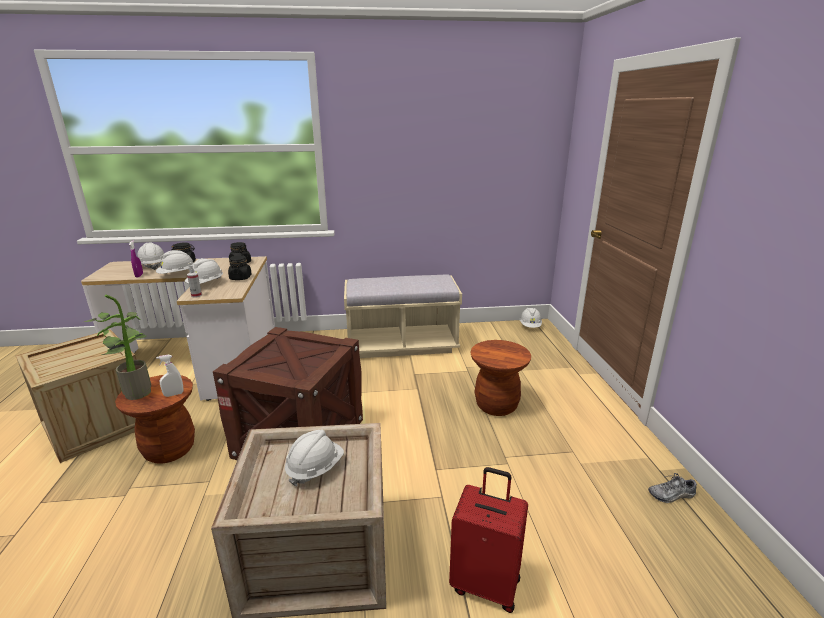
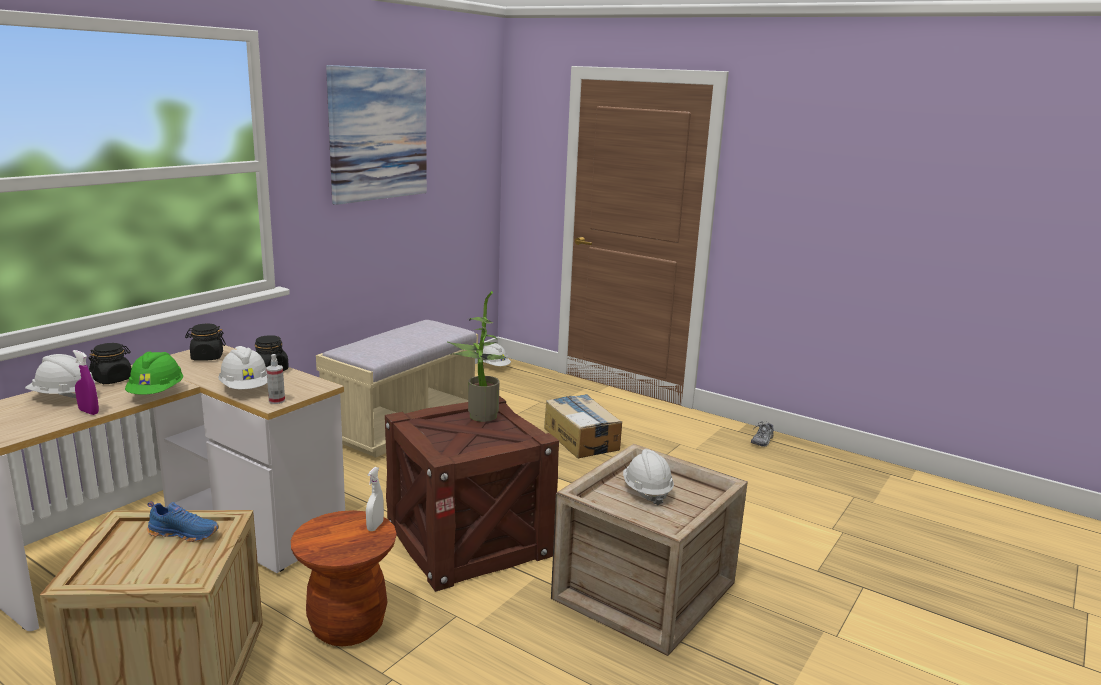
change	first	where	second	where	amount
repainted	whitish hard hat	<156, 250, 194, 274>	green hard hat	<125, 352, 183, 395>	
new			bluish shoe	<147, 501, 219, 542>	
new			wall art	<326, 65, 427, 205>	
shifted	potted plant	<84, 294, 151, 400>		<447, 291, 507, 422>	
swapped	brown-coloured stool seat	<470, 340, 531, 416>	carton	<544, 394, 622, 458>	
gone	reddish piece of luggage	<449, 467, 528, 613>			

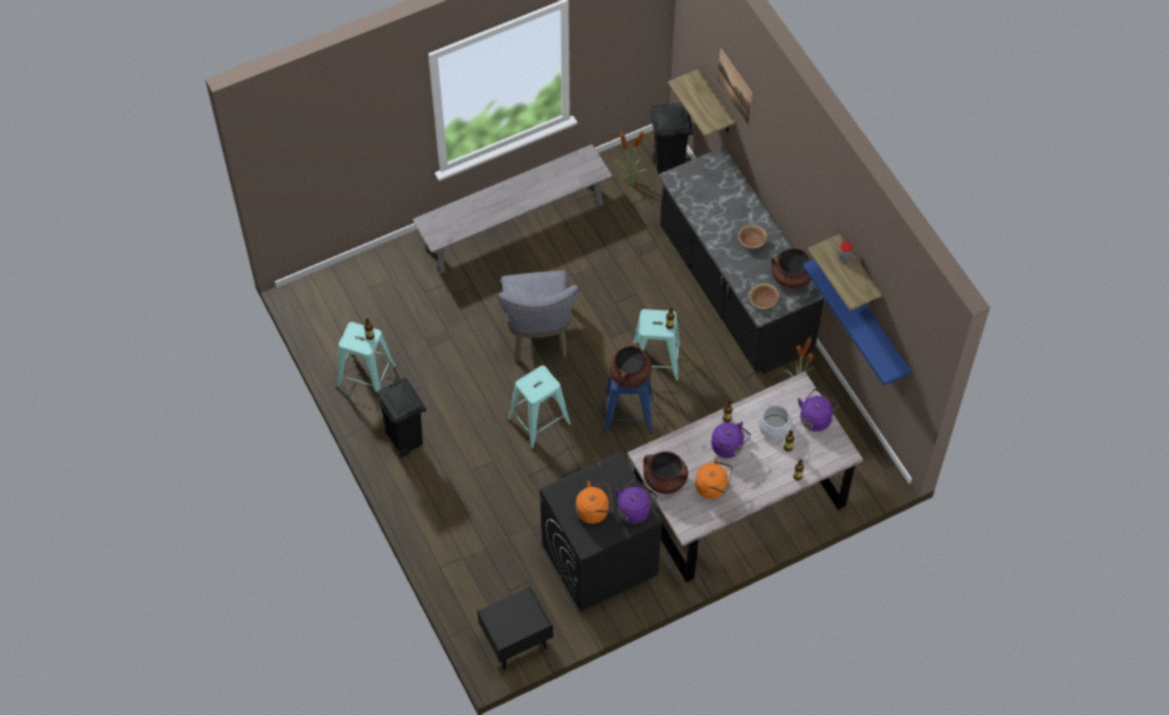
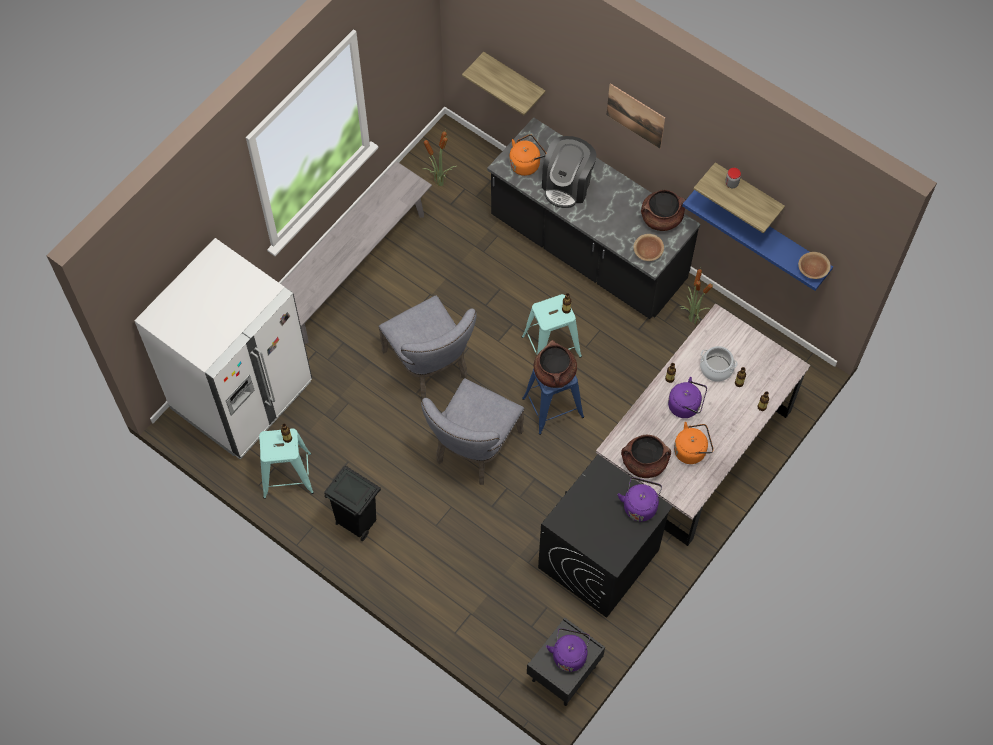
change	first	where	second	where	amount
new			whitish refrigerator	<134, 238, 312, 459>	
swapped	turquoise-coloured stool seat	<507, 366, 571, 449>	gray plain chair	<421, 378, 524, 485>	
shifted	orange kettle	<576, 481, 613, 524>		<509, 134, 546, 176>	
new			coffee machine	<542, 136, 597, 208>	
shifted	purple-coloured kettle	<798, 389, 839, 432>		<546, 628, 590, 672>	
shifted	wall art	<718, 49, 753, 125>		<607, 83, 665, 149>	
shifted	brown-coloured bowl	<738, 225, 767, 248>		<798, 252, 831, 279>	
gone	black trash can	<650, 103, 693, 174>			

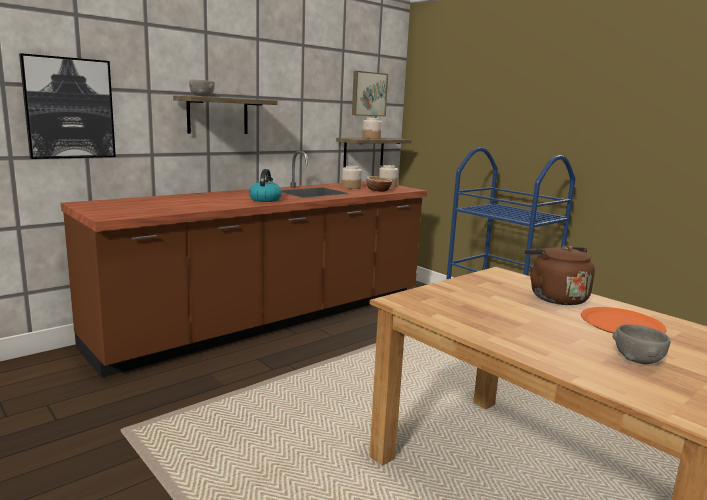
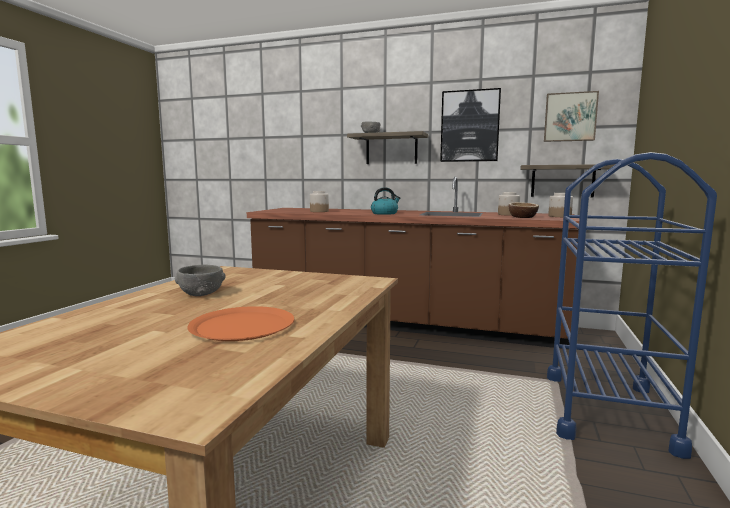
change	first	where	second	where	amount
shifted	gray bowl	<613, 324, 671, 364>		<175, 265, 226, 296>	
shifted	storage jar	<362, 118, 382, 139>		<310, 191, 329, 212>	
shifted	wall art	<19, 53, 116, 159>		<440, 88, 501, 162>	
gone	brown-coloured kettle	<524, 245, 595, 305>			

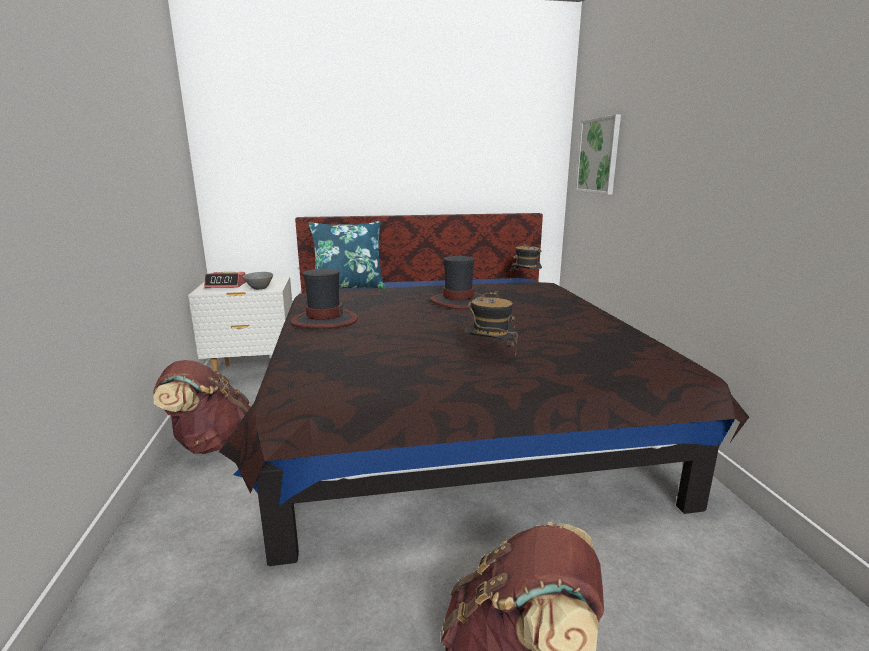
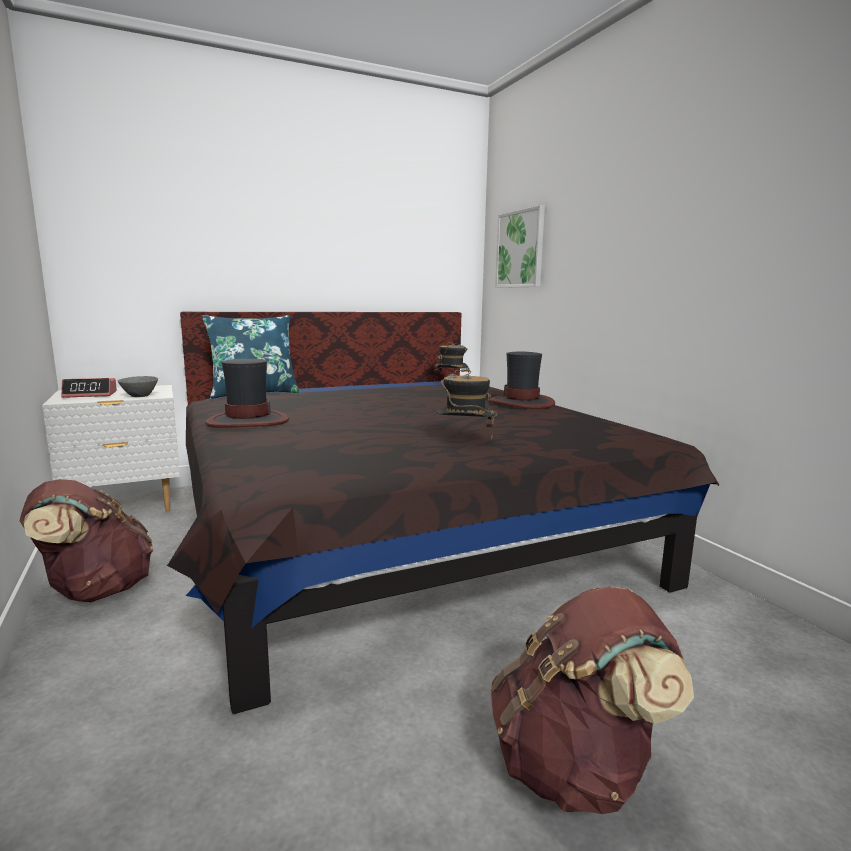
change	first	where	second	where	amount
shifted	wearable hat	<430, 256, 486, 309>		<489, 351, 555, 409>	

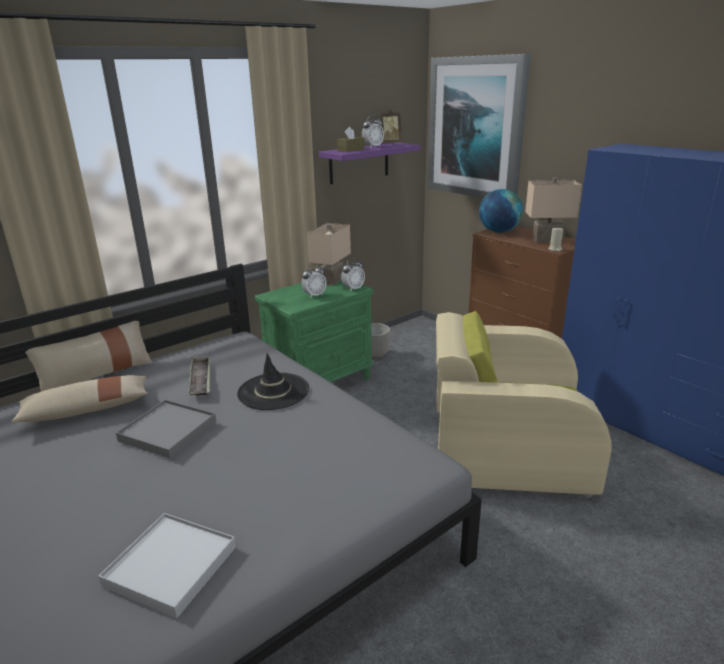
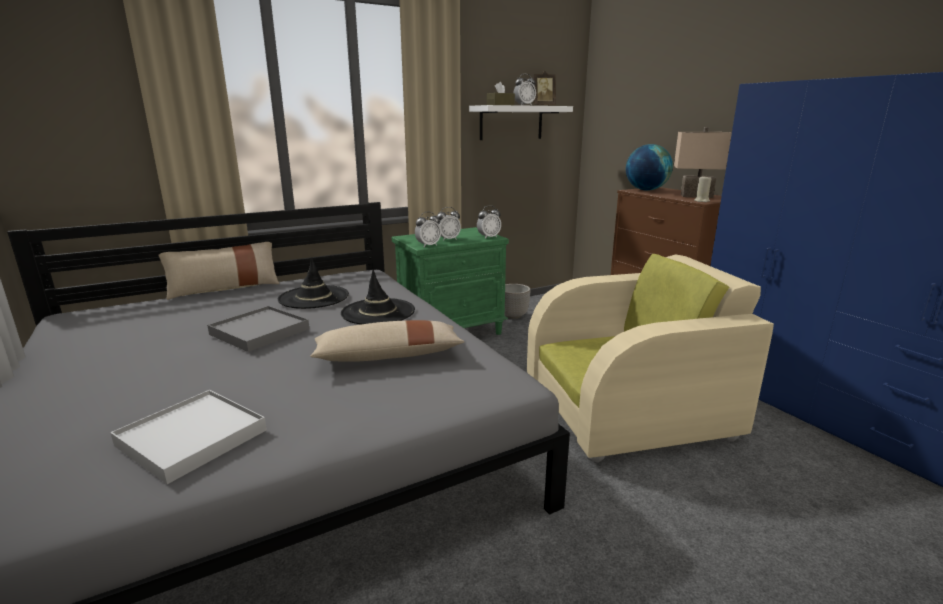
change	first	where	second	where	amount
swapped	carrying tray	<188, 356, 210, 396>	black wearable hat	<278, 257, 349, 309>	
shifted	beige throw pillow	<11, 375, 148, 422>		<310, 320, 465, 361>	
new			bedside clock	<415, 212, 441, 247>	
repainted	purple-coloured shelf	<319, 143, 420, 184>	whitish shelf	<469, 105, 573, 140>	
rotated	beige lounge chair	<436, 311, 612, 499>		<527, 254, 774, 463>	150 degrees clockwise
gone	beige tabletop lamp	<307, 223, 351, 286>			
gone	wall art	<427, 54, 531, 198>			

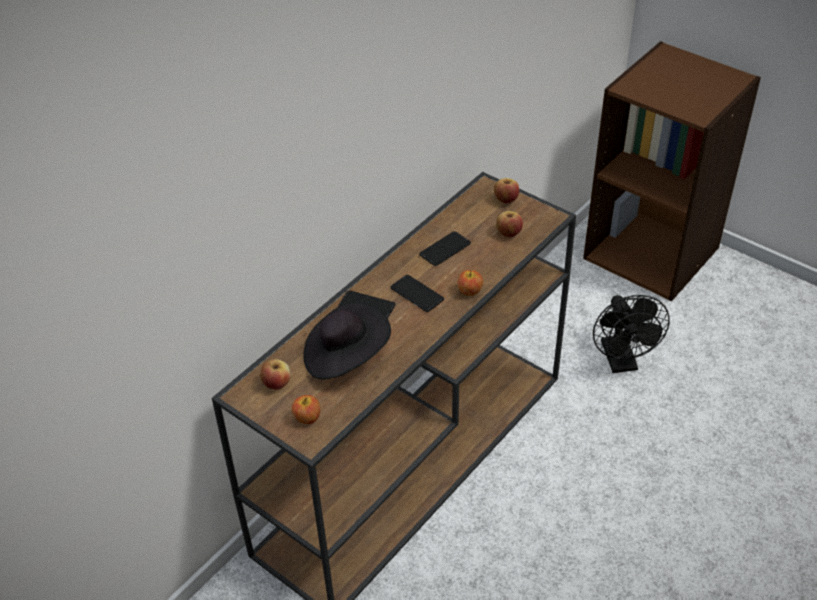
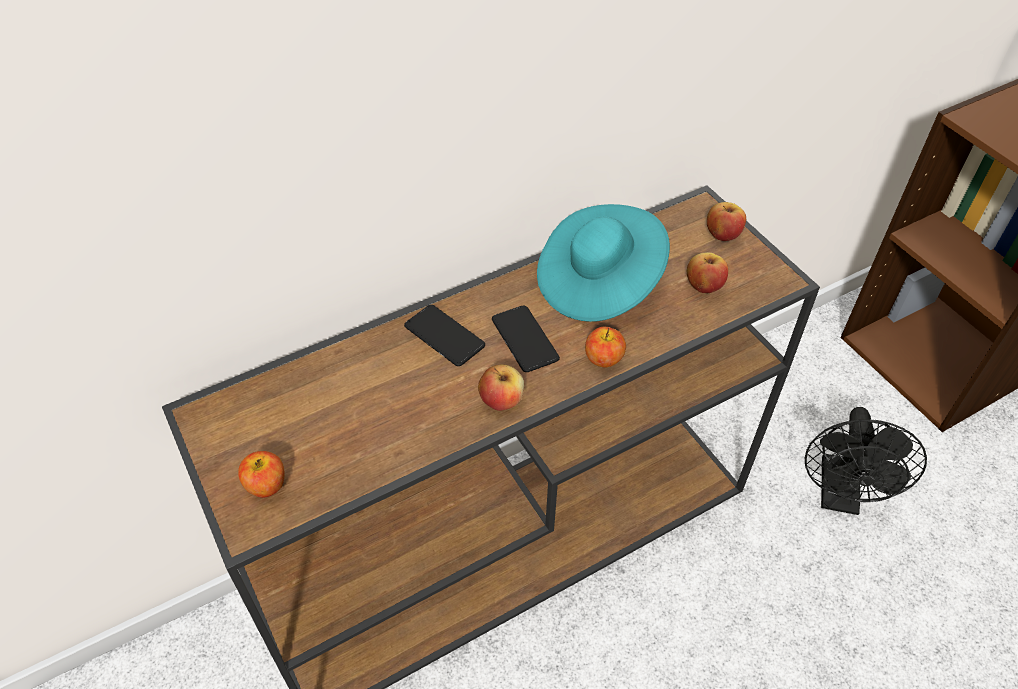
change	first	where	second	where	amount
shifted	apple	<260, 359, 291, 390>		<478, 365, 524, 411>	
swapped	handset	<419, 231, 471, 266>	turquoise-coloured wearable hat	<537, 204, 670, 322>	
gone	black wearable hat	<304, 302, 391, 379>			

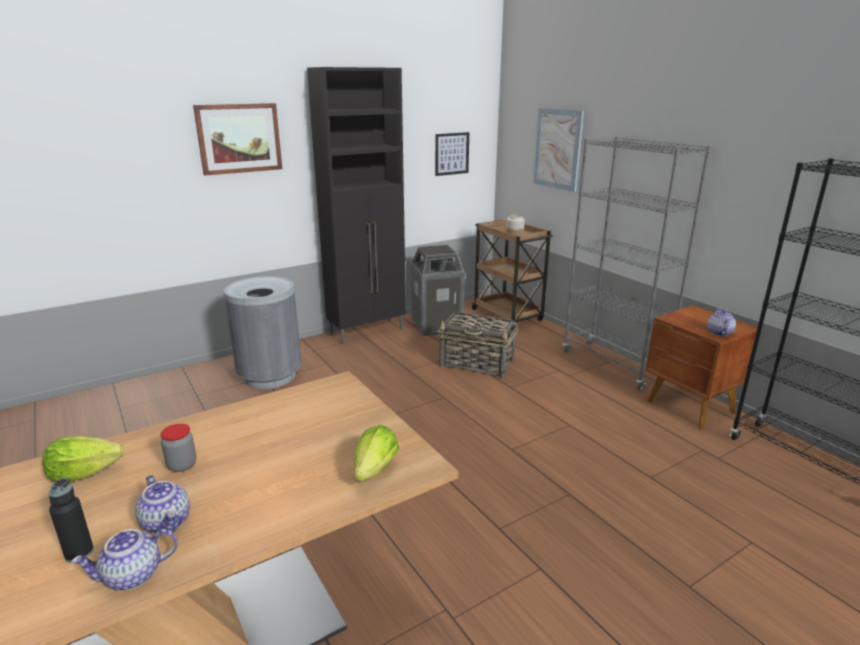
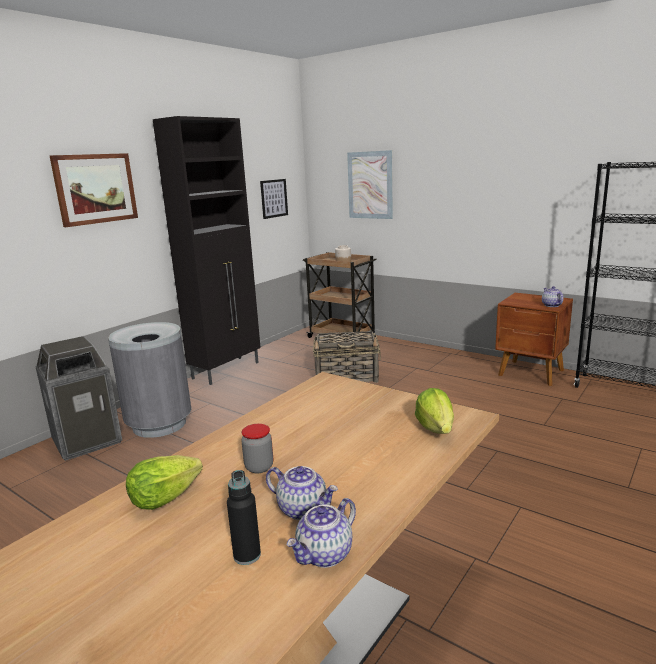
change	first	where	second	where	amount
shifted	trash can	<411, 245, 465, 336>		<36, 336, 122, 461>	
gone	gray bookcase	<563, 136, 711, 390>			

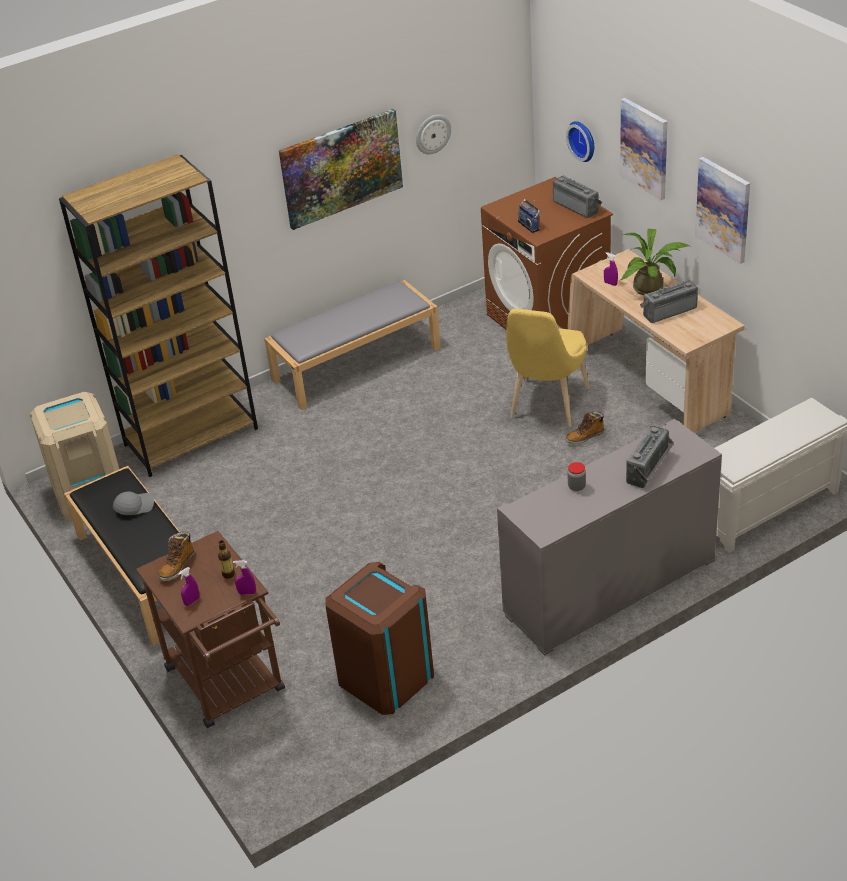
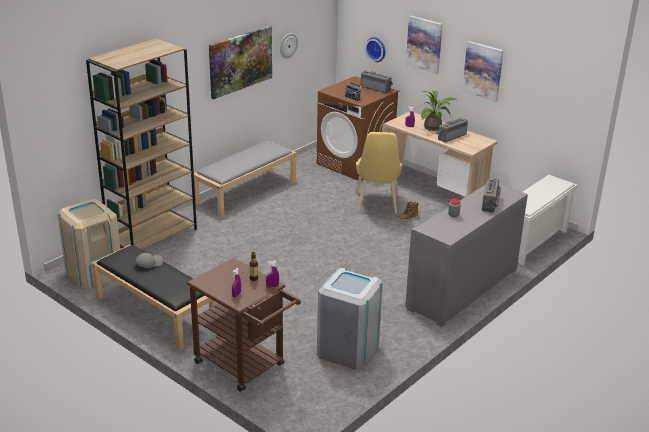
change	first	where	second	where	amount
repainted	brown-coloured trash can	<325, 562, 434, 715>	gray trash can	<317, 268, 383, 370>	
gone	boot	<158, 532, 195, 581>			

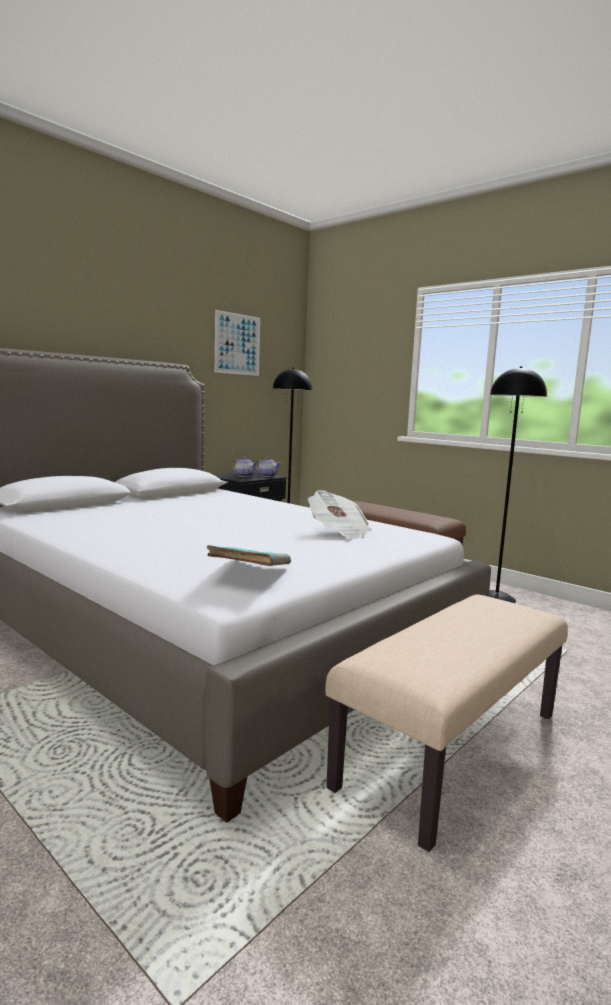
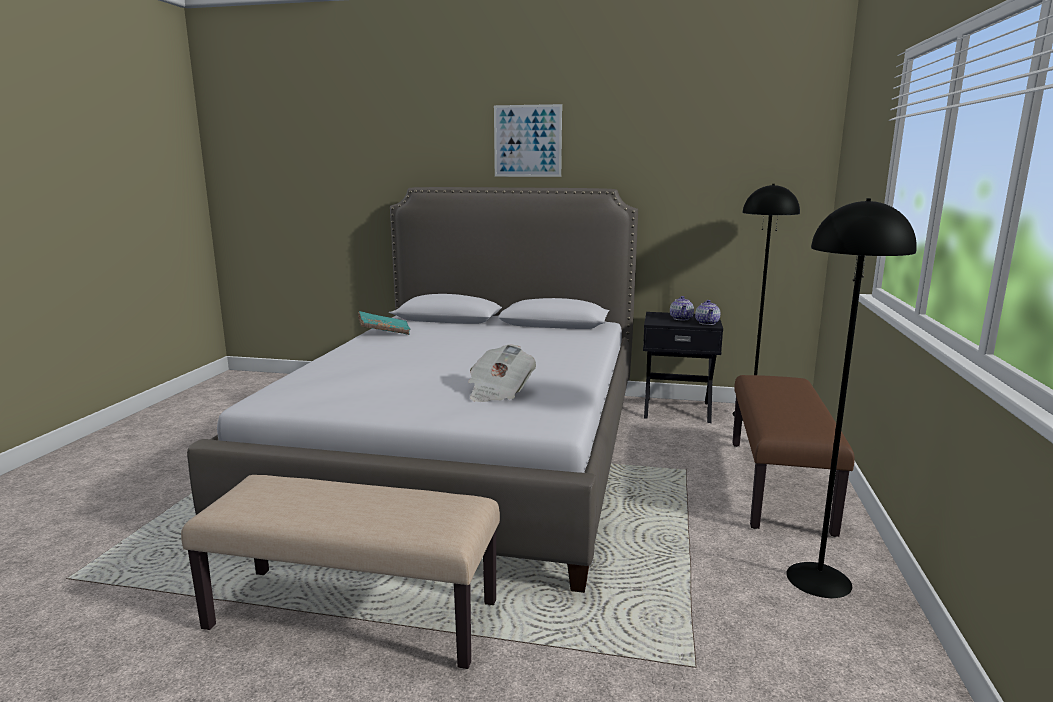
change	first	where	second	where	amount
shifted	turquoise-coloured volume	<207, 545, 291, 566>		<358, 311, 410, 335>	
shifted	wall art	<215, 310, 260, 376>		<494, 104, 562, 177>	

